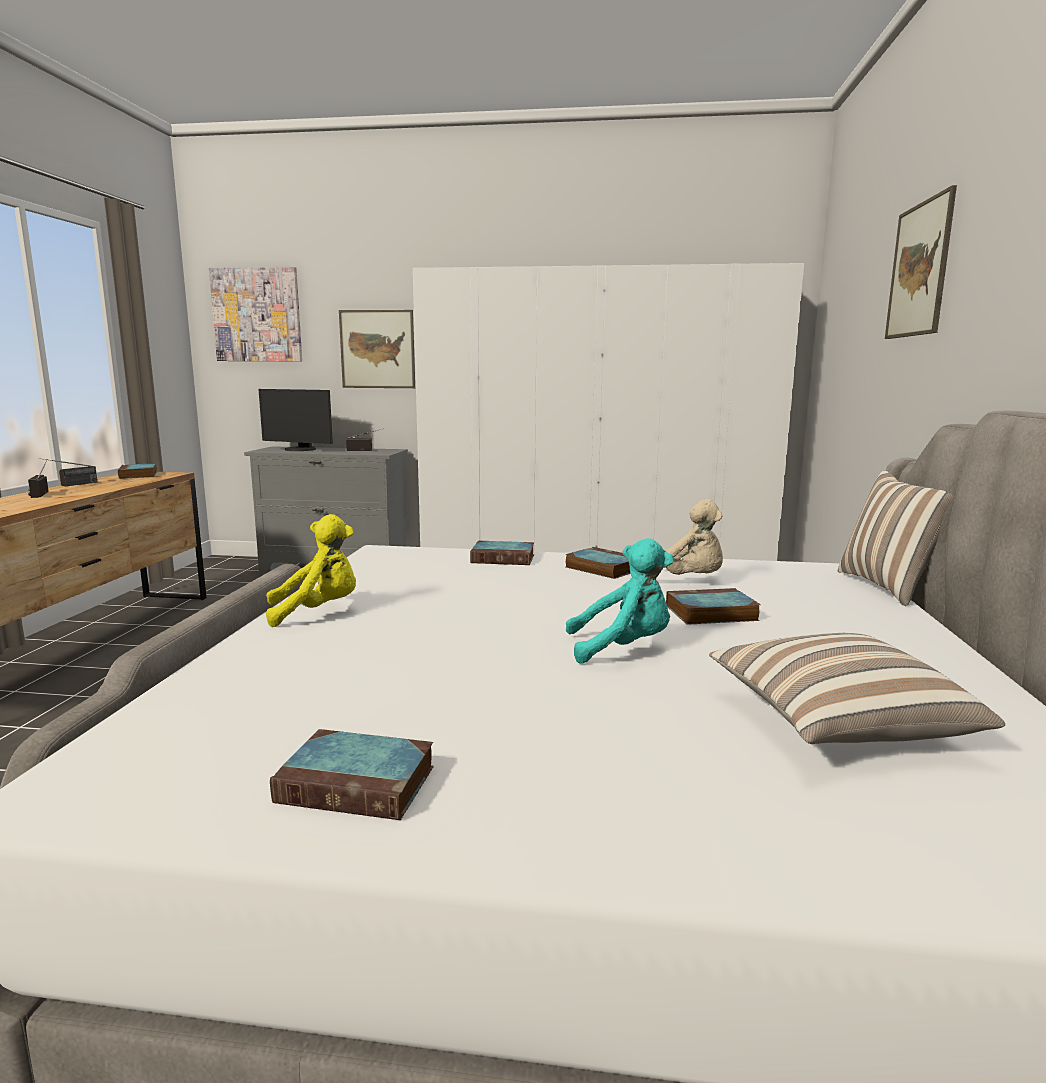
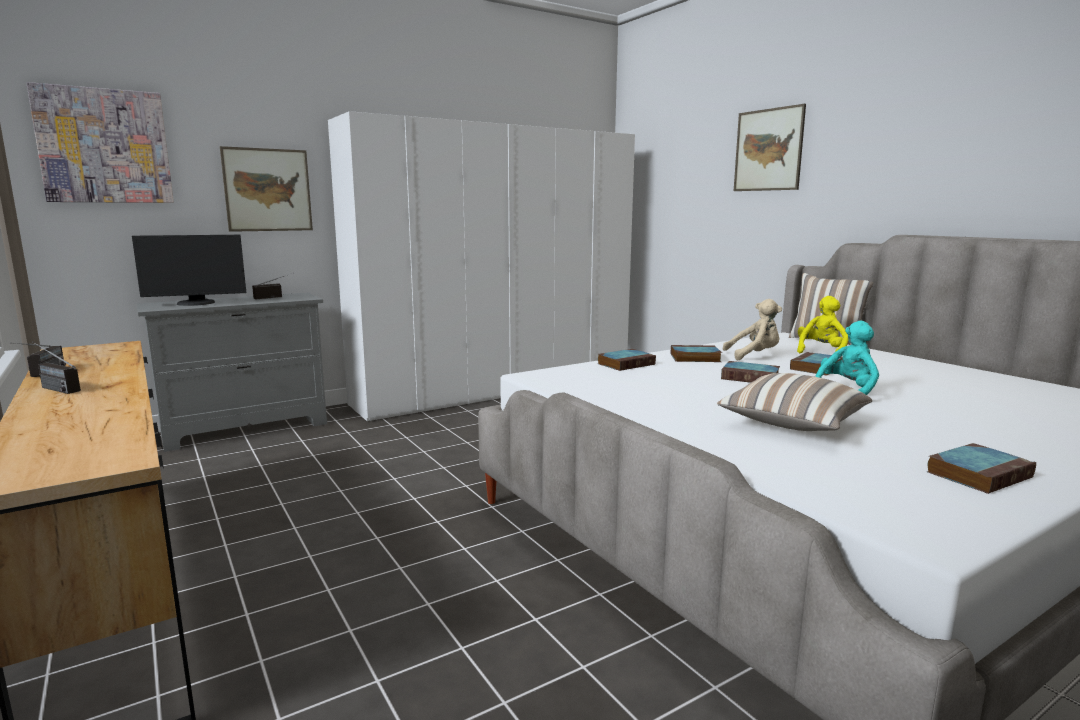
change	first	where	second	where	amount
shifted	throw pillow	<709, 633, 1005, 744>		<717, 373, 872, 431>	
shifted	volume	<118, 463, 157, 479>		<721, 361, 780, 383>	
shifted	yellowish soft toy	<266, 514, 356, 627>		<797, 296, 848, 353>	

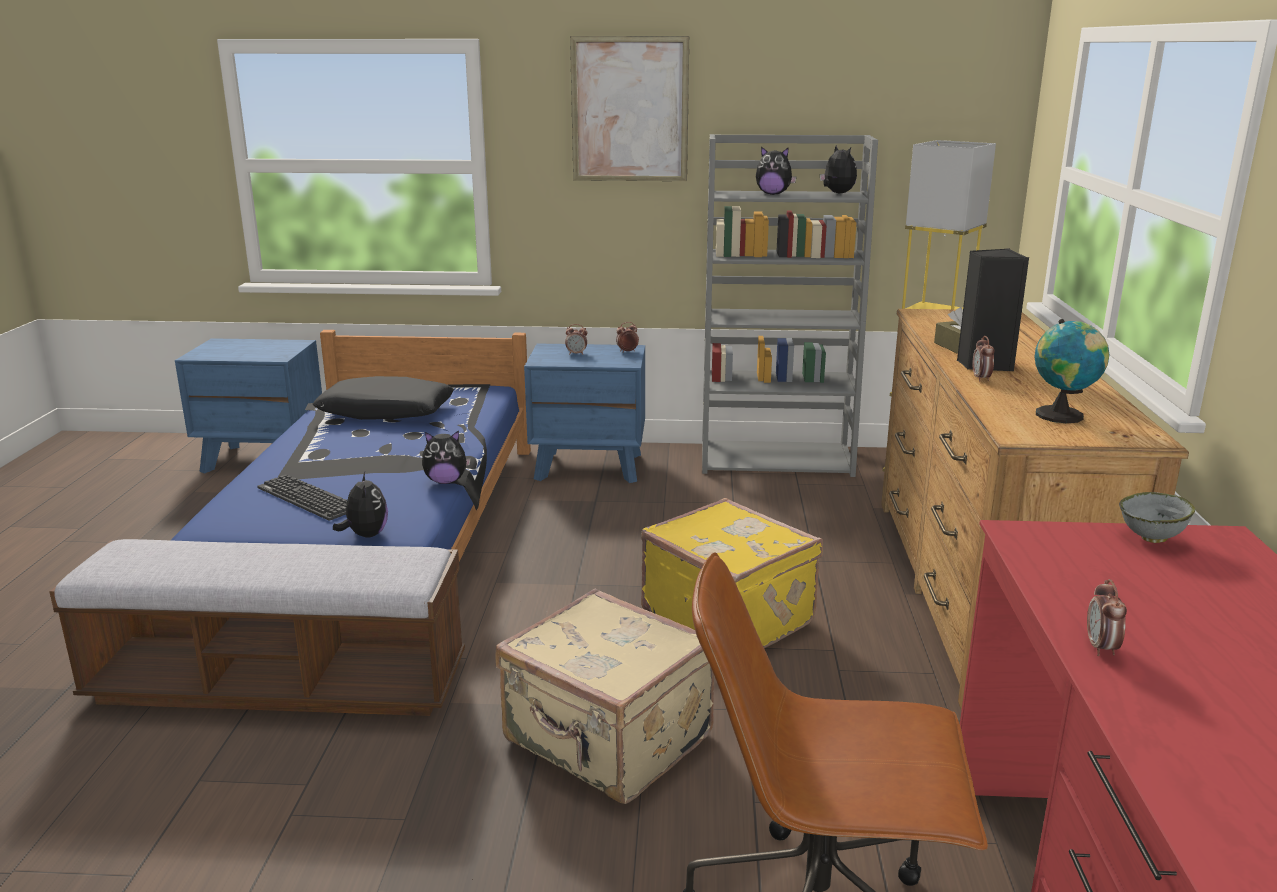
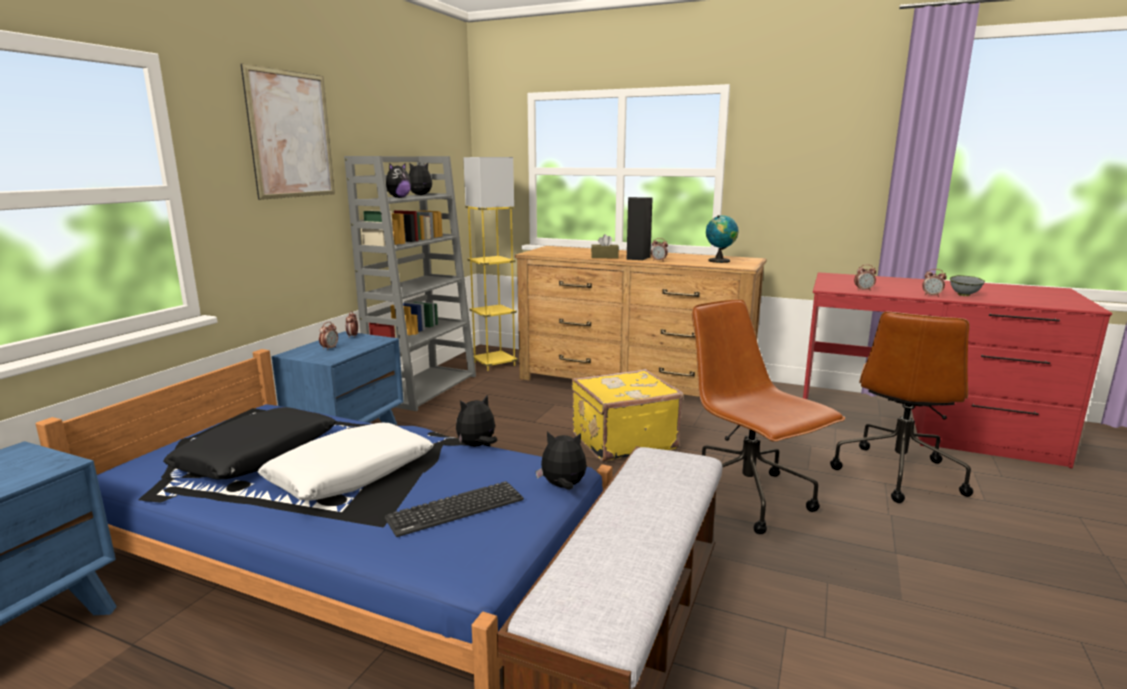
change	first	where	second	where	amount
new			whitish throw pillow	<258, 423, 434, 501>	
rotated	soft toy	<422, 430, 471, 484>		<456, 394, 497, 447>	135 degrees counterclockwise
swapped	beige piece of luggage	<495, 589, 714, 804>	brown-coloured desk chair	<692, 299, 845, 534>	
new			bedside clock	<854, 264, 876, 291>	
shifted	gray bowl	<1119, 492, 1195, 543>		<950, 275, 985, 296>	

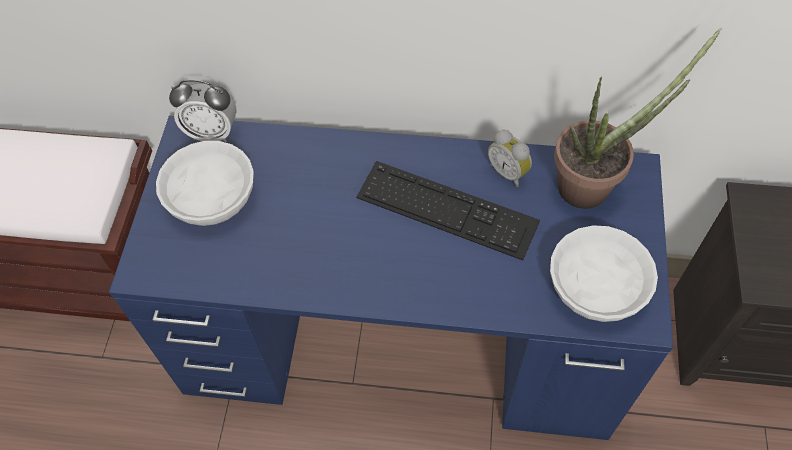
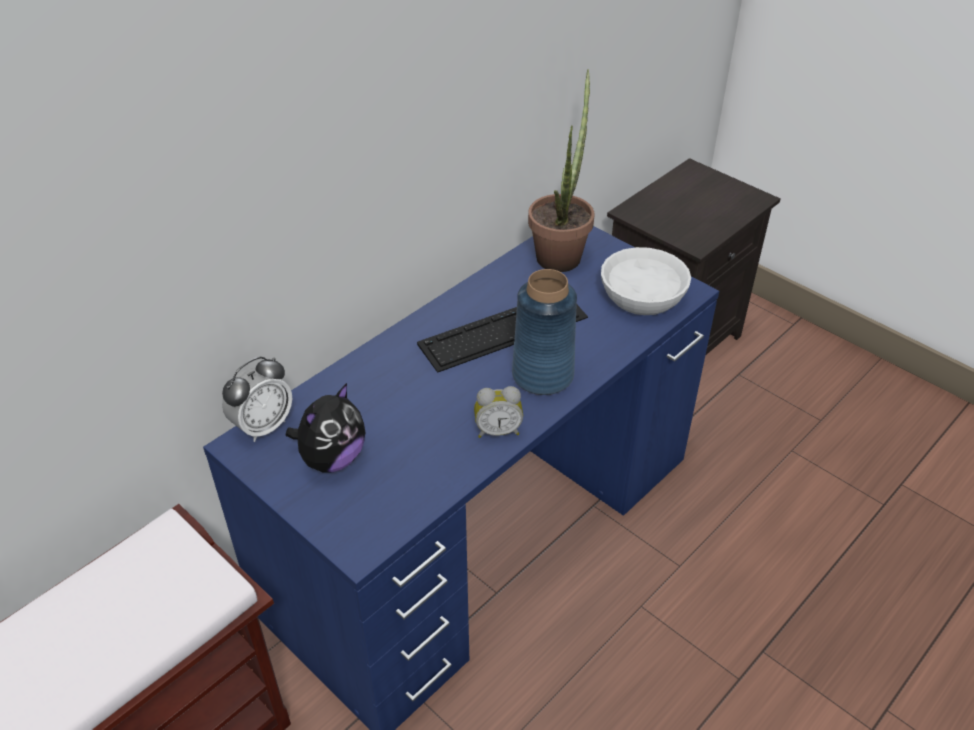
change	first	where	second	where	amount
swapped	whitish bowl	<156, 141, 254, 226>	soft toy	<286, 383, 365, 473>	
shifted	bedside clock	<488, 130, 532, 187>		<474, 386, 523, 438>	
new			bluish vase	<512, 269, 577, 395>	

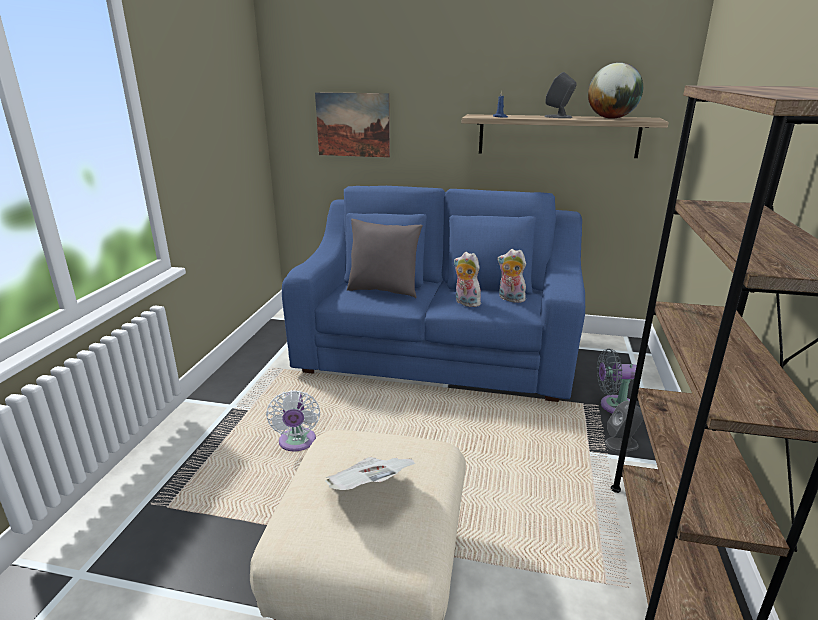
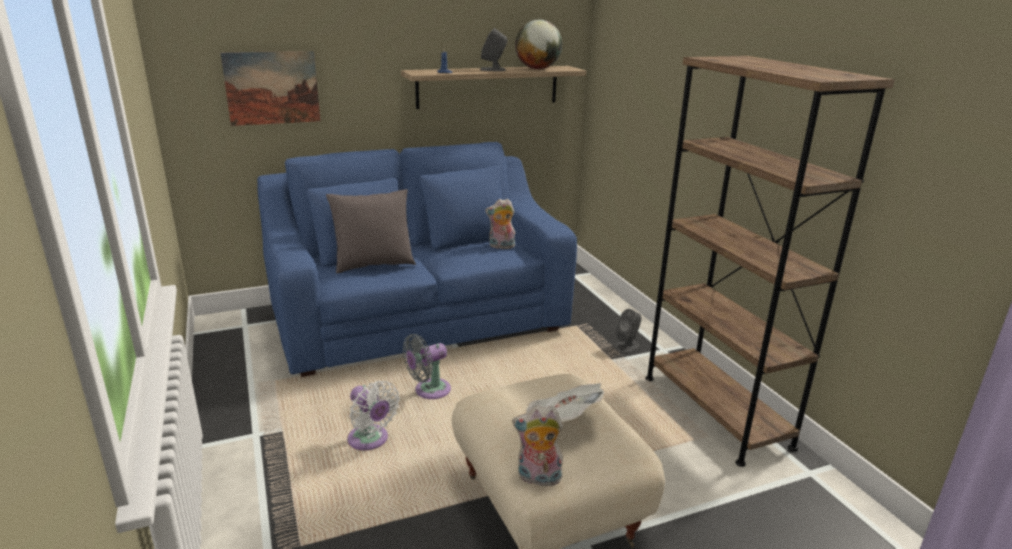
change	first	where	second	where	amount
shifted	gray cooling fan	<597, 349, 637, 414>		<403, 334, 451, 399>	
shifted	soft toy	<454, 252, 481, 307>		<512, 406, 564, 486>	

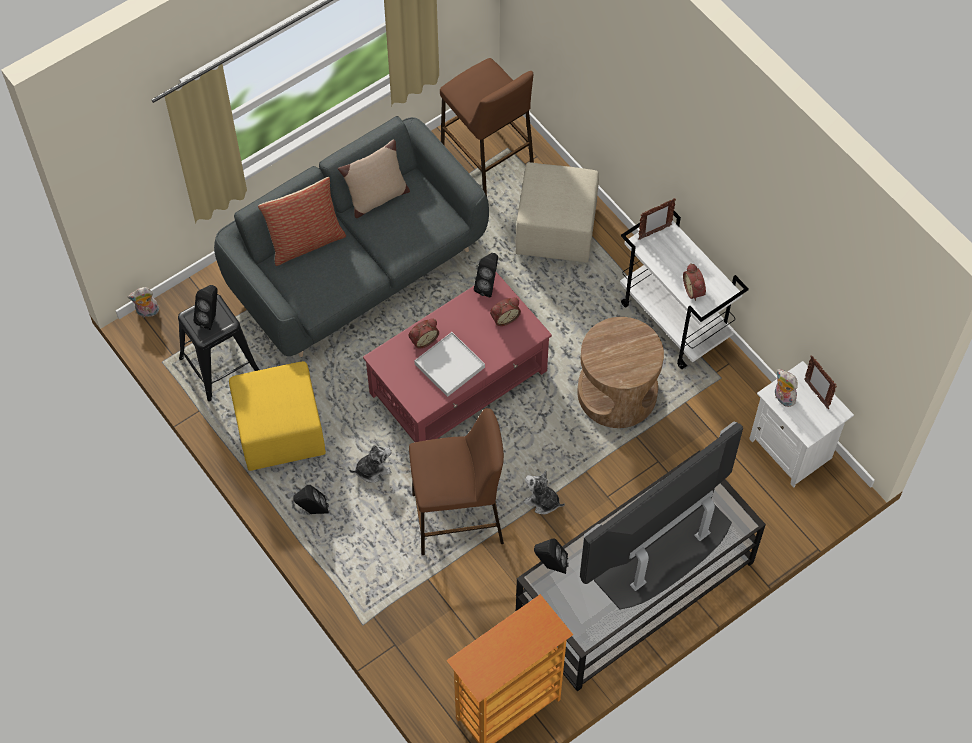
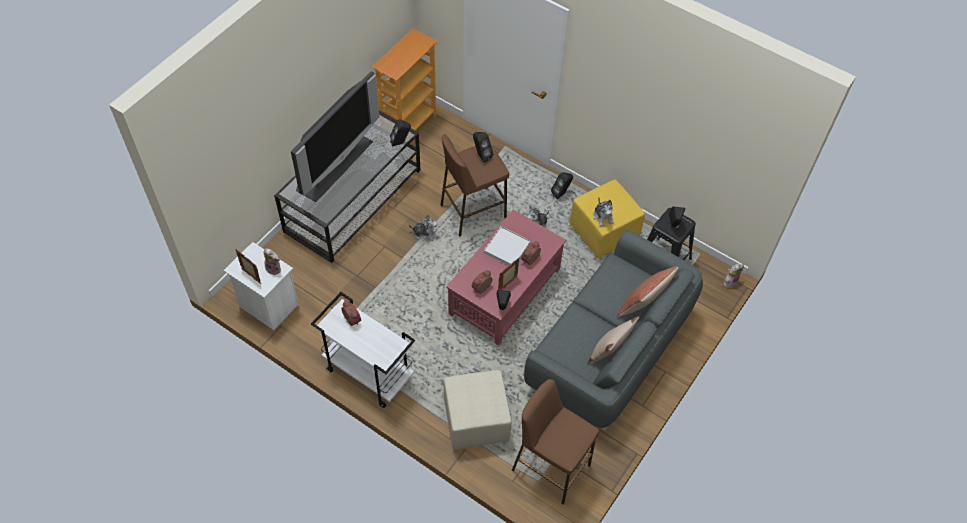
change	first	where	second	where	amount
new			black audio speaker	<473, 132, 493, 163>	
shifted	standing frame	<638, 198, 676, 240>		<498, 258, 519, 290>	
new			soft toy	<593, 199, 614, 227>	
gone	brown-coloured end table	<577, 317, 664, 428>			

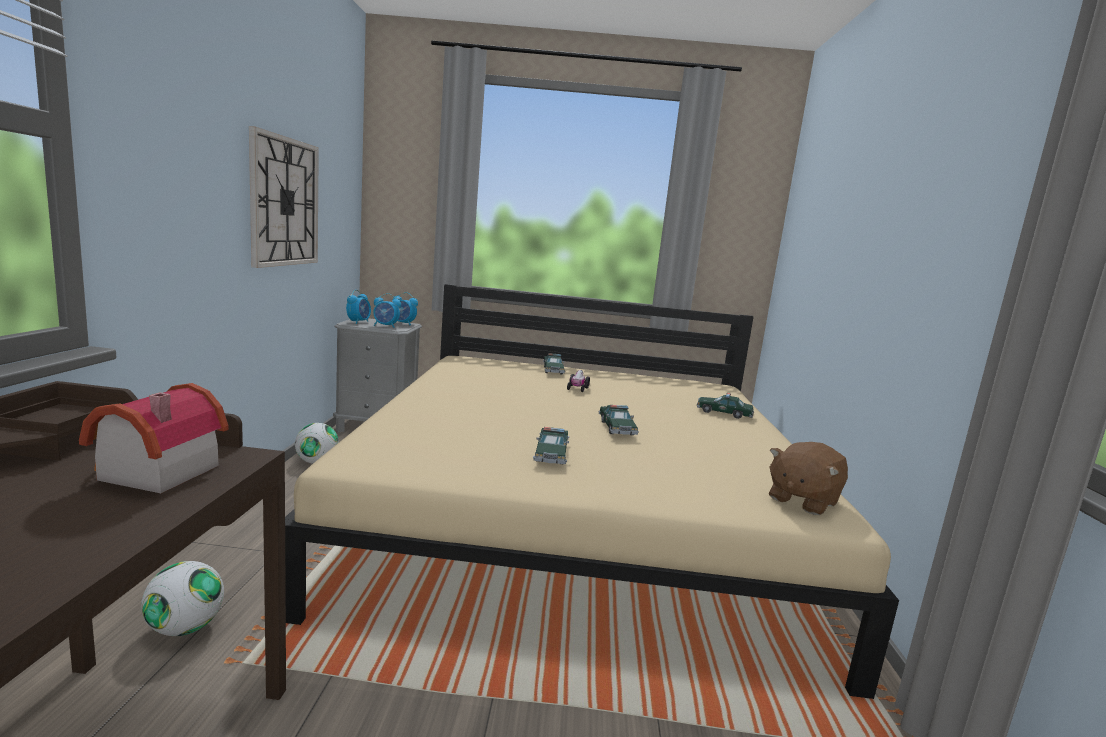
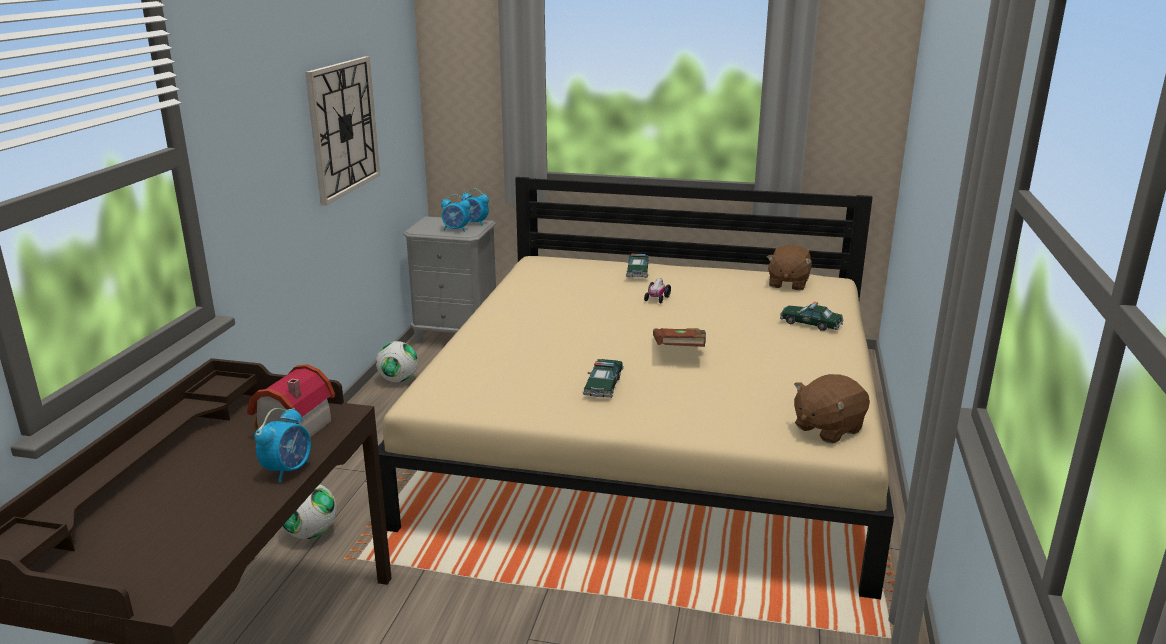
change	first	where	second	where	amount
shifted	bedside clock	<346, 290, 371, 324>		<255, 408, 311, 483>	
swapped	miniature car	<598, 405, 639, 435>	brown-coloured volume	<653, 328, 706, 347>	
new			brown-coloured soft toy	<767, 244, 812, 290>	

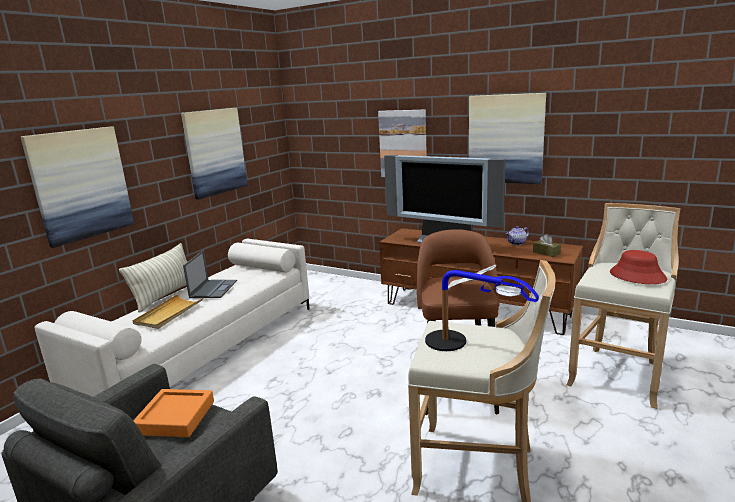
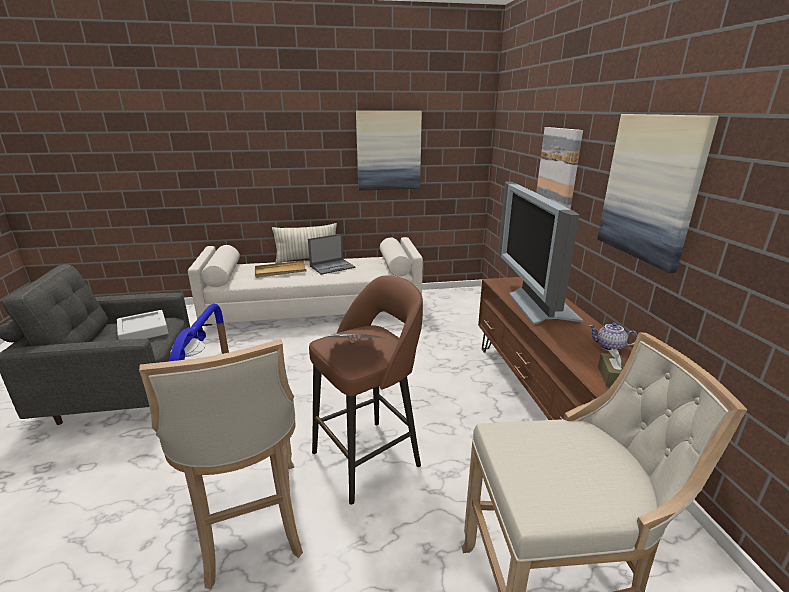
change	first	where	second	where	amount
repainted	orange carrying tray	<133, 389, 214, 437>	gray carrying tray	<117, 310, 168, 340>	
gone	wall art	<21, 126, 134, 248>			
gone	reddish wearable hat	<610, 250, 667, 284>			

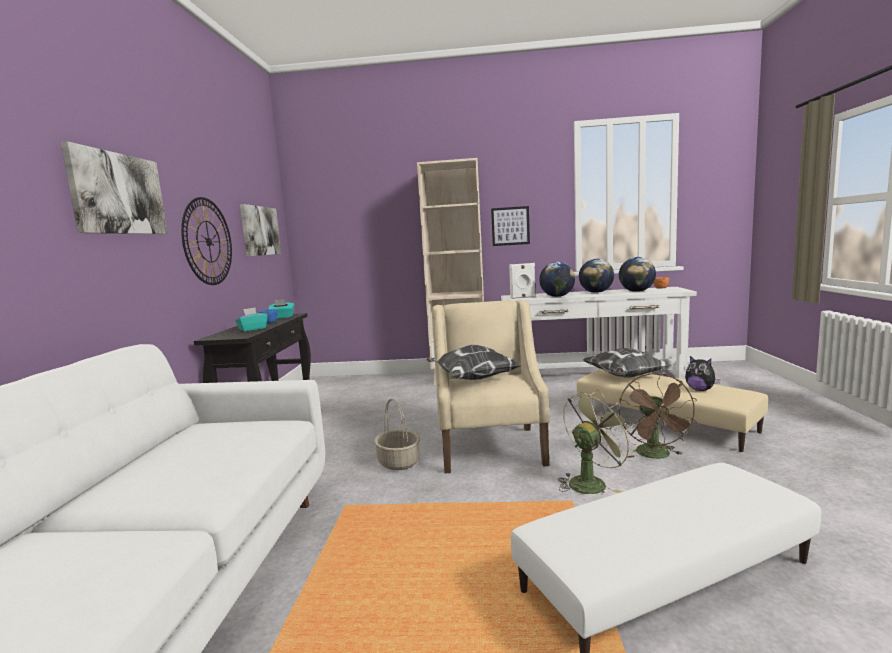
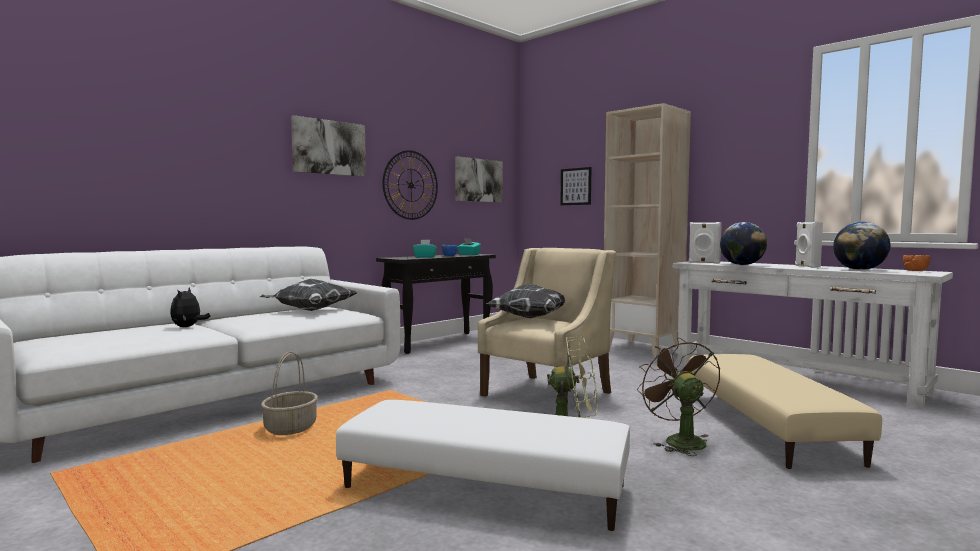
change	first	where	second	where	amount
shifted	soft toy	<685, 356, 720, 391>		<170, 287, 210, 327>	
shifted	throw pillow	<583, 348, 672, 378>		<260, 279, 357, 311>	
shifted	storage basket	<374, 399, 420, 470>		<261, 352, 318, 435>	
shifted	wall art	<491, 206, 530, 246>		<560, 167, 591, 205>	
rotated	brown-coloured cooling fan	<618, 373, 697, 459>		<637, 338, 720, 456>	120 degrees clockwise
swapped	globe	<579, 259, 614, 293>	whitish audio speaker	<795, 222, 823, 268>	

